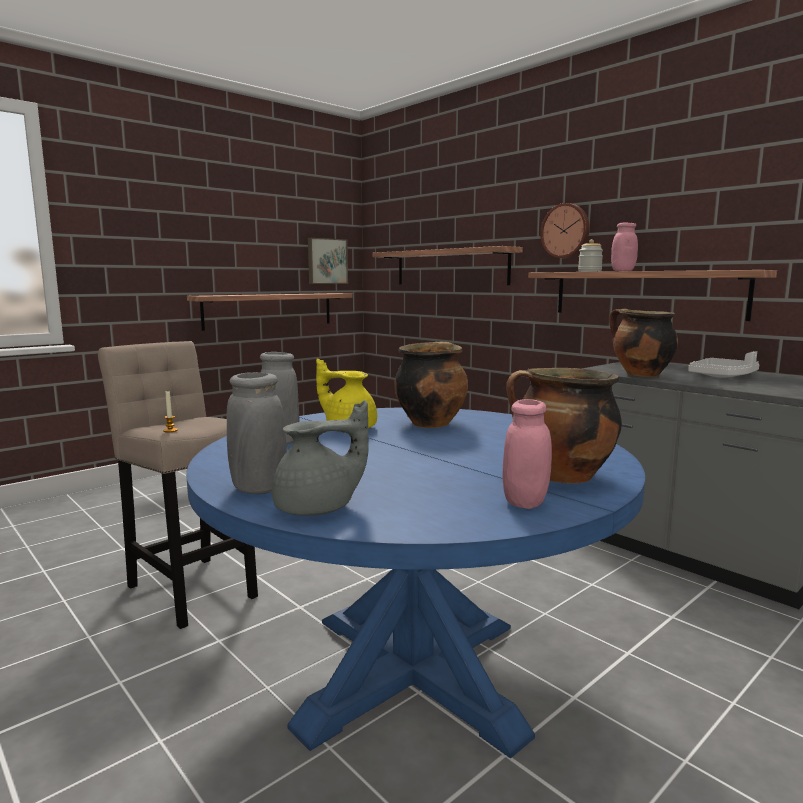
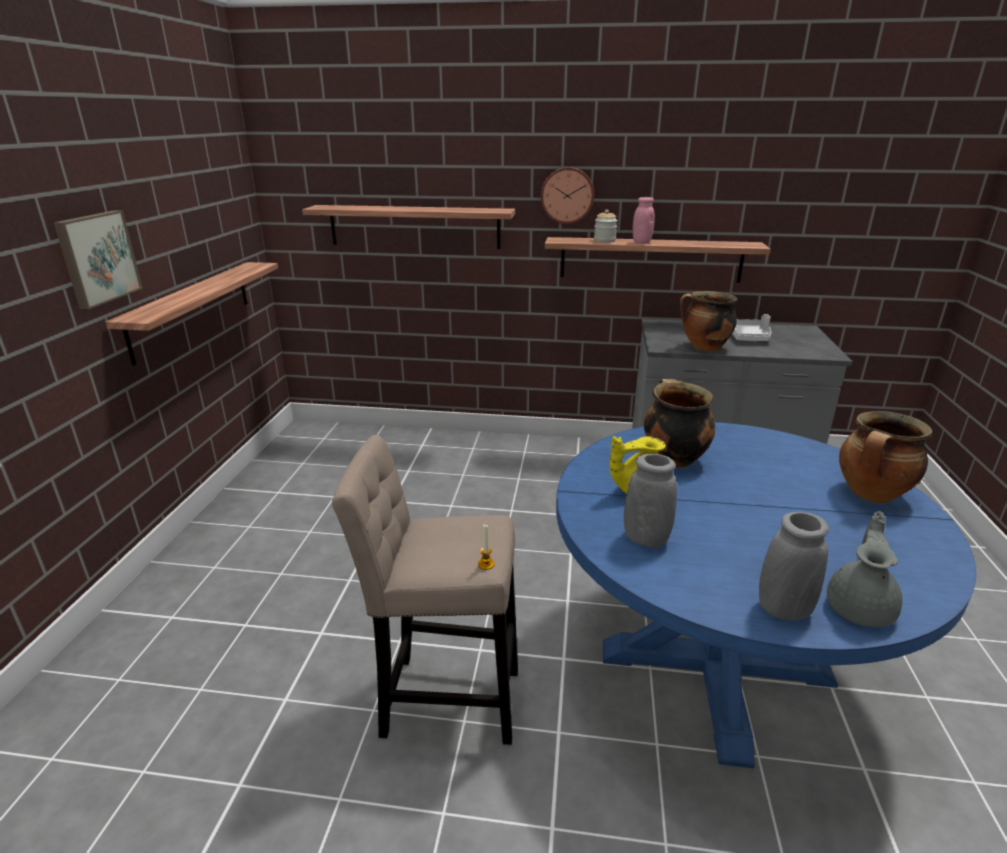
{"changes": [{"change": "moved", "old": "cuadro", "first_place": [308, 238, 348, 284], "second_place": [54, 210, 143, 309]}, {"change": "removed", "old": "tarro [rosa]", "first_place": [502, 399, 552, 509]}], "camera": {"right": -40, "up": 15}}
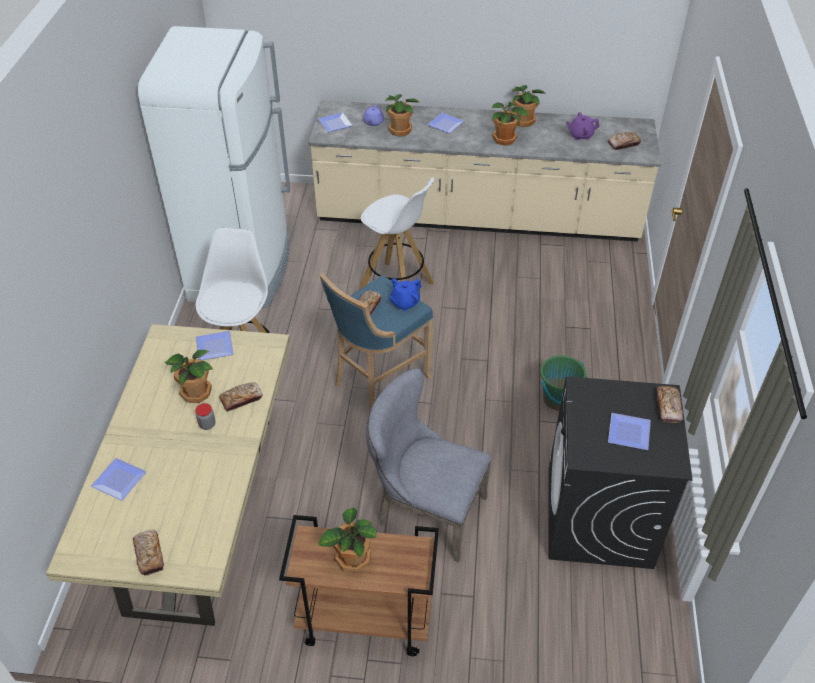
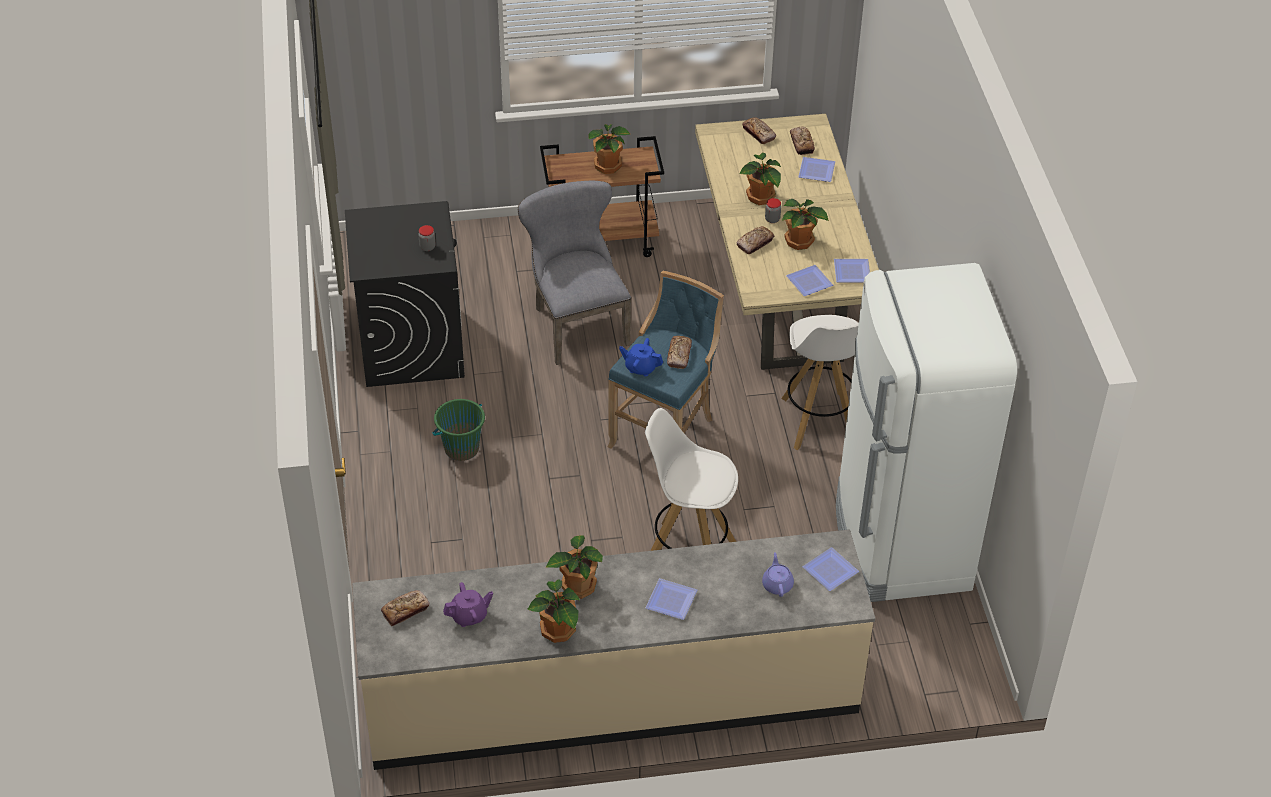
{"changes": [{"change": "moved", "old": "planta en maceta", "first_place": [386, 94, 420, 137], "second_place": [740, 153, 781, 205]}, {"change": "turned", "old": "tetera [azul]", "first_place": [389, 278, 421, 311], "second_place": [619, 338, 663, 376], "degrees": -105}, {"change": "turned", "old": "silla [gris]", "first_place": [366, 368, 492, 562], "second_place": [518, 181, 631, 365], "degrees": -120}, {"change": "moved", "old": "pan", "first_place": [656, 386, 683, 423], "second_place": [790, 127, 815, 155]}, {"change": "moved", "old": "plato", "first_place": [608, 413, 651, 450], "second_place": [834, 259, 870, 282]}, {"change": "added", "new": "tarro", "second_place": [418, 225, 435, 251]}], "camera": {"right": 165, "up": 0}}
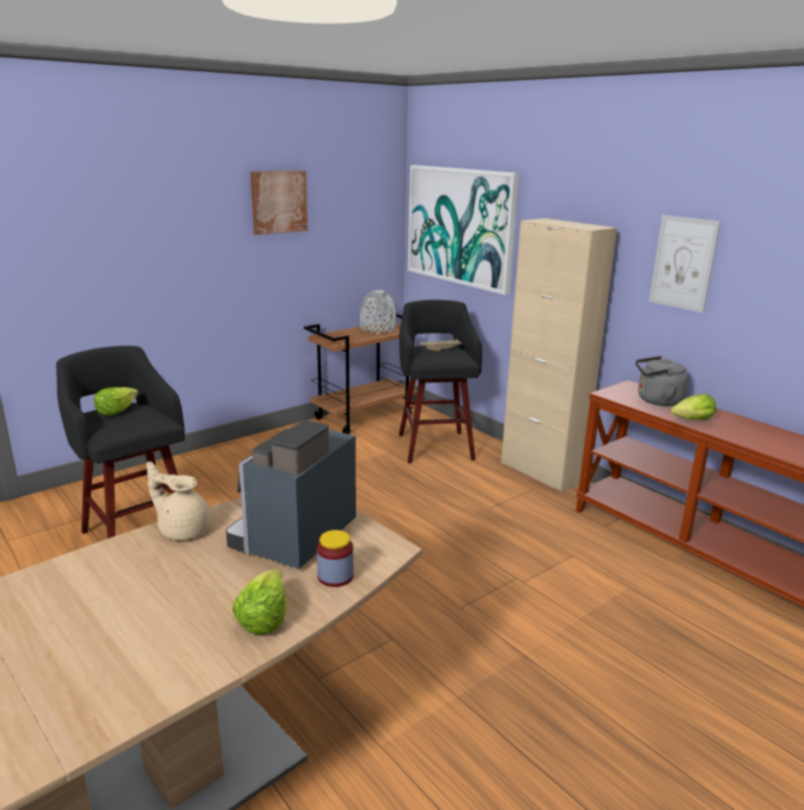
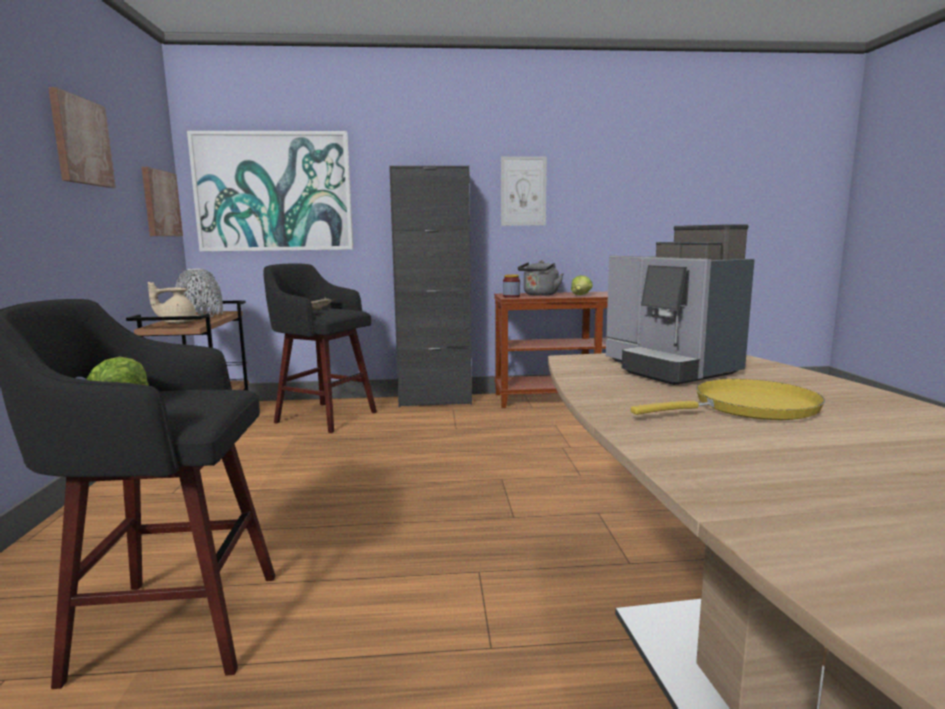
{"changes": [{"change": "recoloured", "old": "armario [beis]", "new": "armario [negro]", "first_place": [501, 218, 617, 493], "second_place": [389, 166, 472, 407]}, {"change": "moved", "old": "tetera [beis]", "first_place": [146, 461, 211, 540], "second_place": [148, 282, 196, 324]}, {"change": "moved", "old": "tarro", "first_place": [317, 530, 353, 587], "second_place": [503, 274, 520, 298]}, {"change": "removed", "old": "lechuga", "first_place": [232, 569, 286, 635]}, {"change": "added", "new": "cuadro", "second_place": [142, 167, 183, 236]}, {"change": "added", "new": "sartén [amarillo]", "second_place": [630, 379, 825, 420]}], "camera": {"right": -55, "up": -10}}
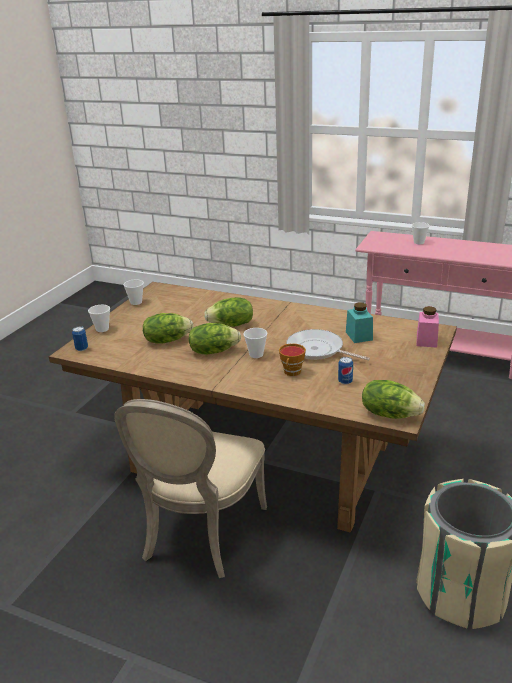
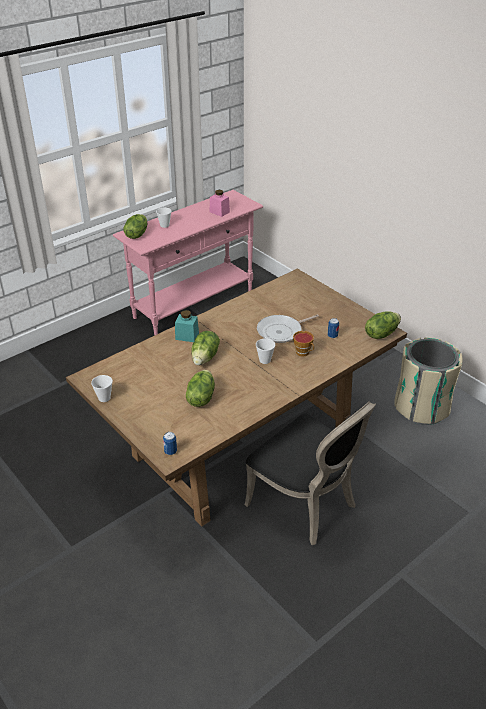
{"changes": [{"change": "moved", "old": "tarro [turquesa]", "first_place": [346, 302, 373, 343], "second_place": [175, 310, 199, 342]}, {"change": "removed", "old": "taza", "first_place": [88, 305, 110, 332]}, {"change": "moved", "old": "tarro [rosa]", "first_place": [417, 306, 439, 348], "second_place": [210, 190, 230, 217]}, {"change": "moved", "old": "lechuga", "first_place": [189, 323, 241, 355], "second_place": [123, 214, 147, 239]}, {"change": "recoloured", "old": "silla [beis]", "new": "silla [negro]", "first_place": [114, 399, 267, 578], "second_place": [245, 401, 376, 545]}], "camera": {"right": -65, "up": 10}}
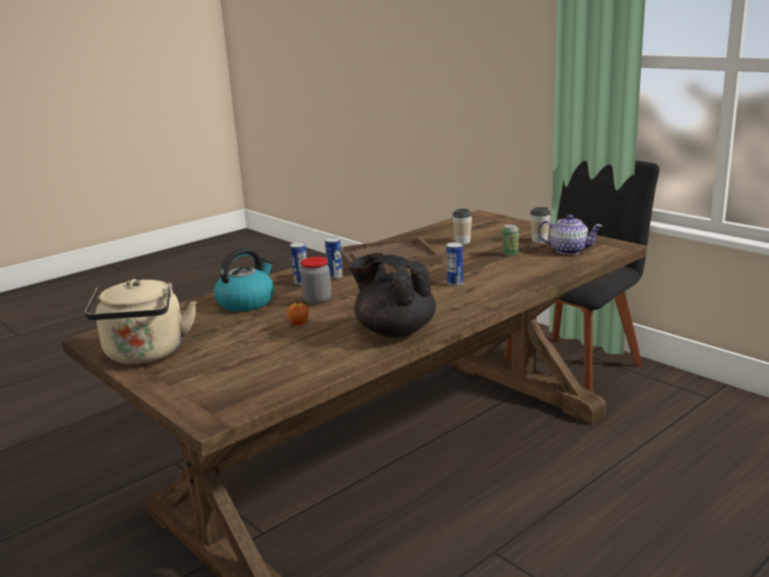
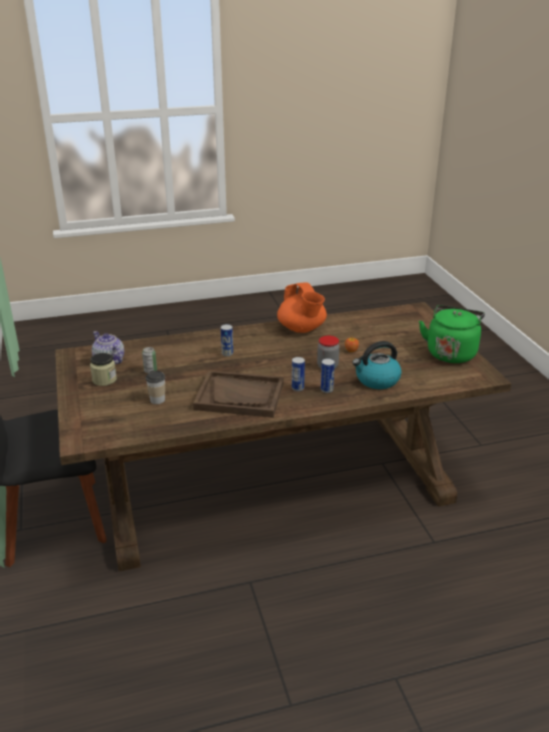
{"changes": [{"change": "replaced", "old": "taza", "new": "tarro", "first_place": [530, 207, 551, 243], "second_place": [90, 353, 117, 386]}, {"change": "recoloured", "old": "tetera [negro]", "new": "tetera [naranja]", "first_place": [349, 253, 436, 338], "second_place": [277, 282, 327, 333]}, {"change": "recoloured", "old": "hervidor [beis]", "new": "hervidor [verde]", "first_place": [85, 279, 197, 364], "second_place": [419, 305, 485, 363]}], "camera": {"right": -155, "up": 10}}
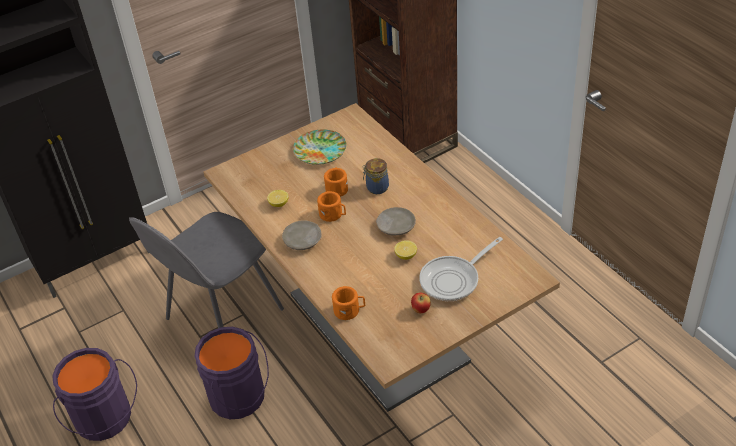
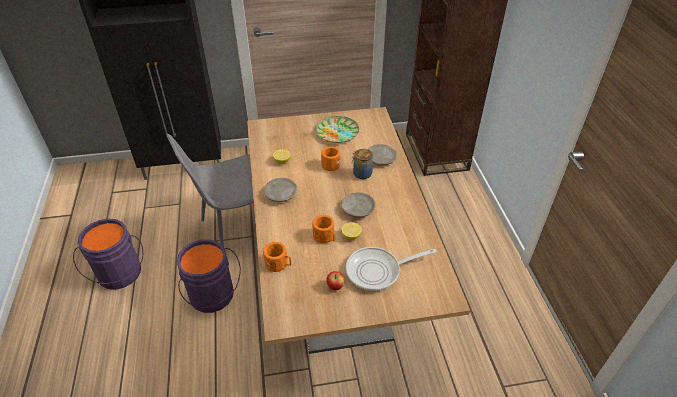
{"changes": [{"change": "moved", "old": "taza grande [naranja]", "first_place": [317, 191, 346, 222], "second_place": [312, 215, 335, 243]}, {"change": "added", "new": "plato [beis]", "second_place": [368, 144, 397, 166]}], "camera": {"right": 20, "up": 0}}
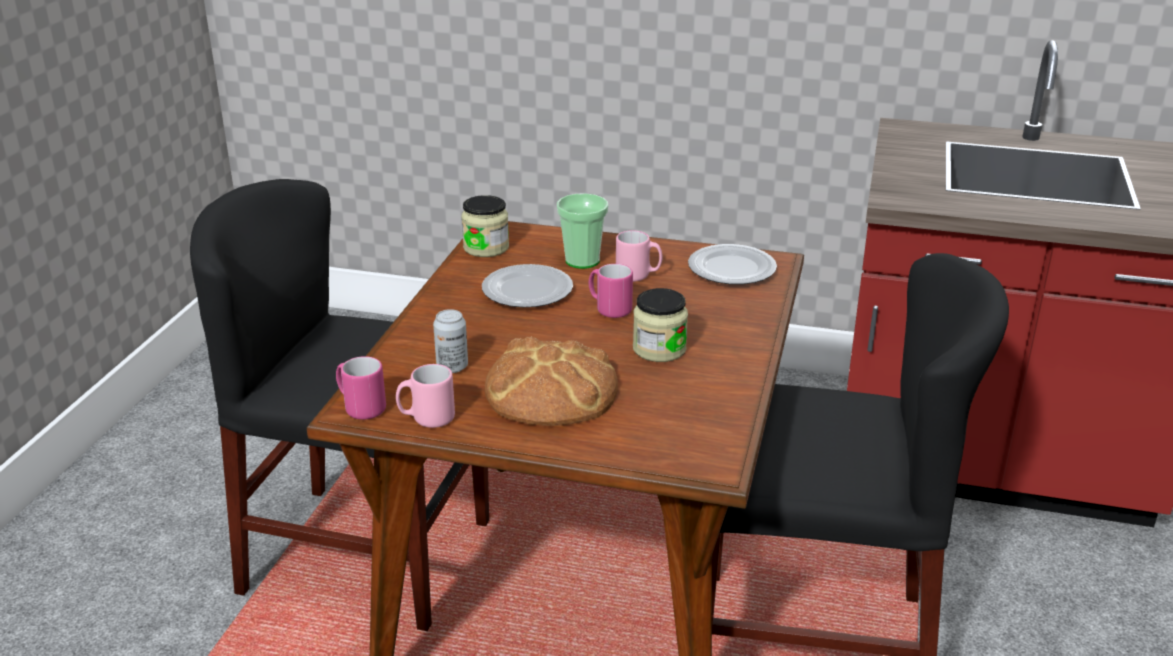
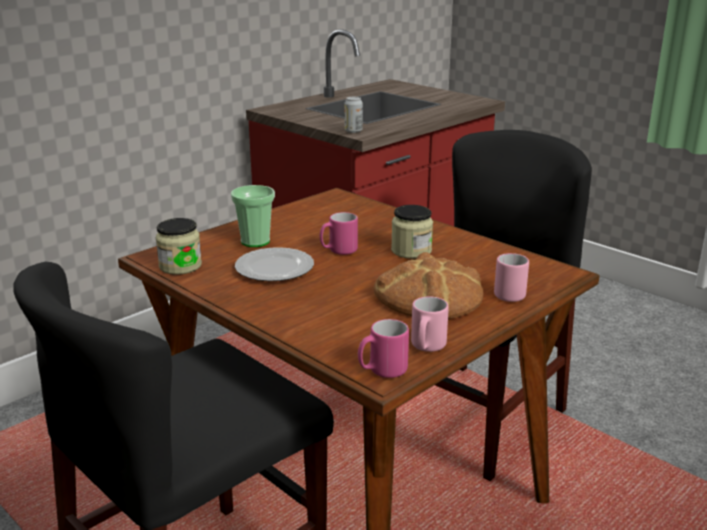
{"changes": [{"change": "moved", "old": "taza grande [rosa]", "first_place": [616, 230, 663, 282], "second_place": [494, 253, 529, 302]}, {"change": "removed", "old": "plato", "first_place": [688, 244, 777, 285]}, {"change": "moved", "old": "lata", "first_place": [433, 309, 468, 373], "second_place": [345, 97, 363, 133]}], "camera": {"right": -60, "up": -5}}
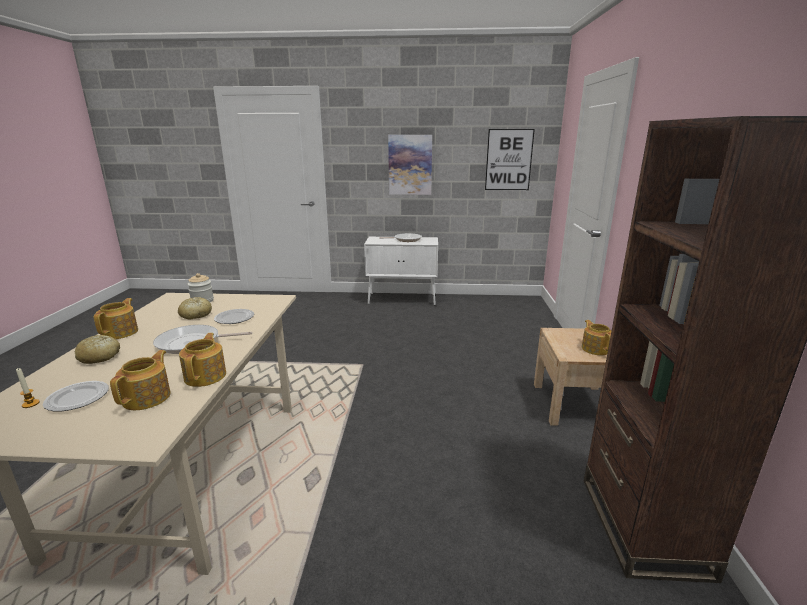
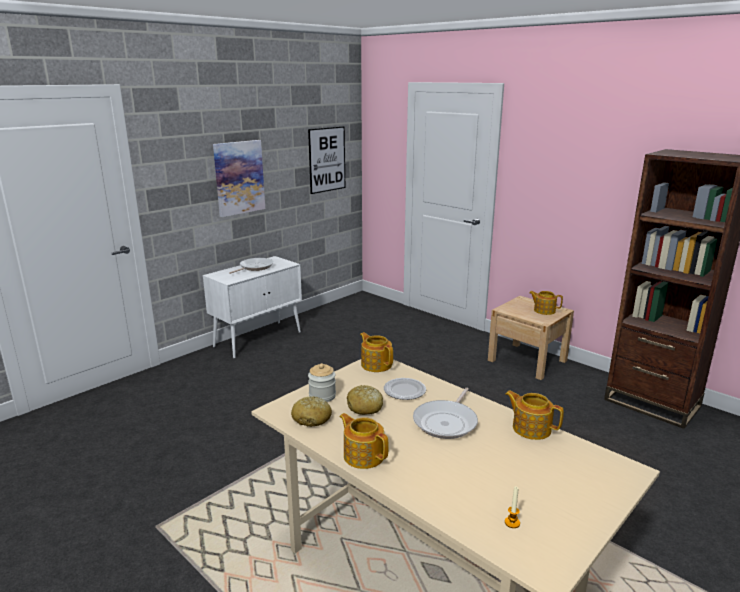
{"changes": [{"change": "moved", "old": "pan", "first_place": [75, 335, 120, 364], "second_place": [291, 396, 332, 427]}, {"change": "moved", "old": "tetera", "first_place": [110, 350, 171, 410], "second_place": [360, 332, 393, 372]}, {"change": "removed", "old": "plato", "first_place": [43, 381, 109, 412]}], "camera": {"right": -50, "up": 0}}
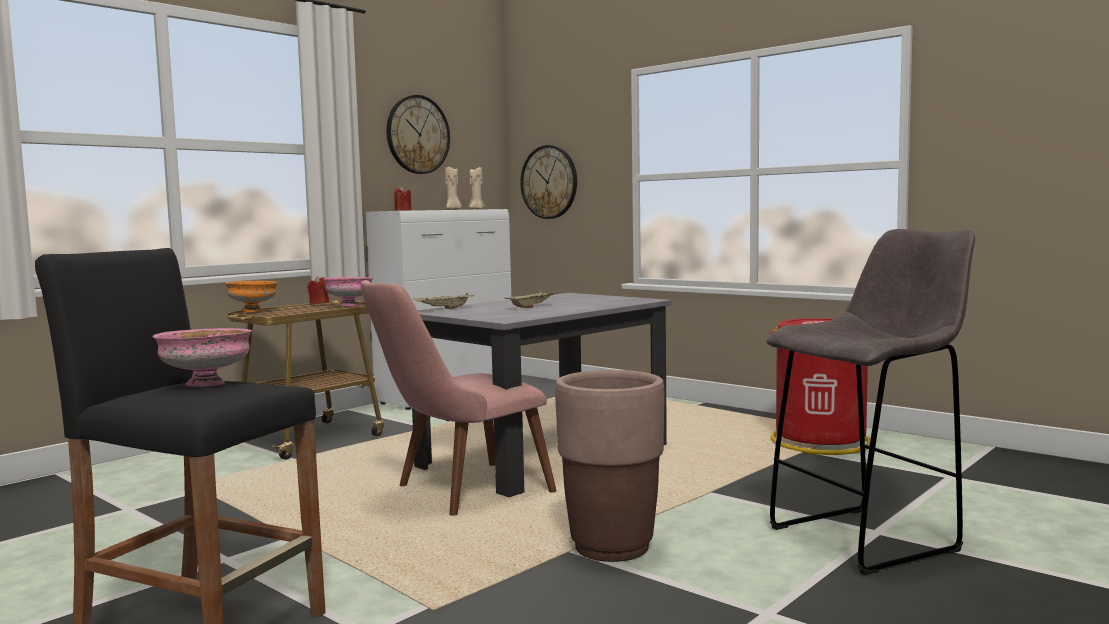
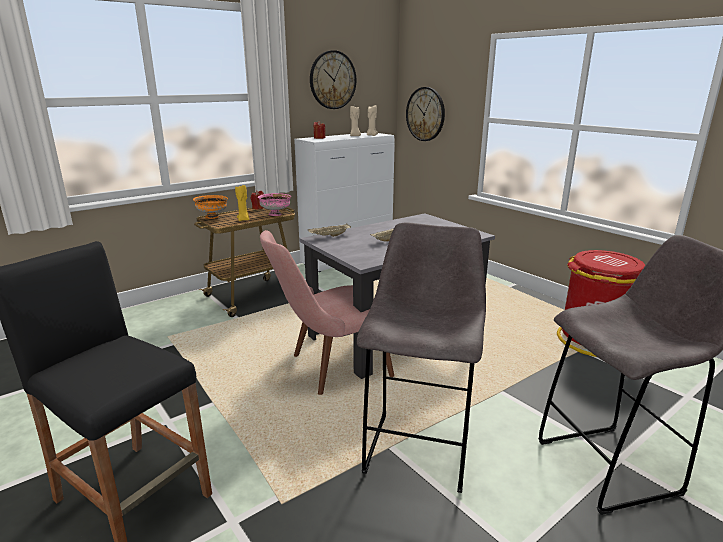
{"changes": [{"change": "removed", "old": "cuenco [rosa]", "first_place": [152, 328, 252, 387]}, {"change": "replaced", "old": "maceta [marrón]", "new": "taburete [gris]", "first_place": [555, 370, 665, 562], "second_place": [357, 222, 486, 493]}, {"change": "added", "new": "vela [amarillo]", "second_place": [235, 185, 249, 221]}], "camera": {"right": 10, "up": 15}}
